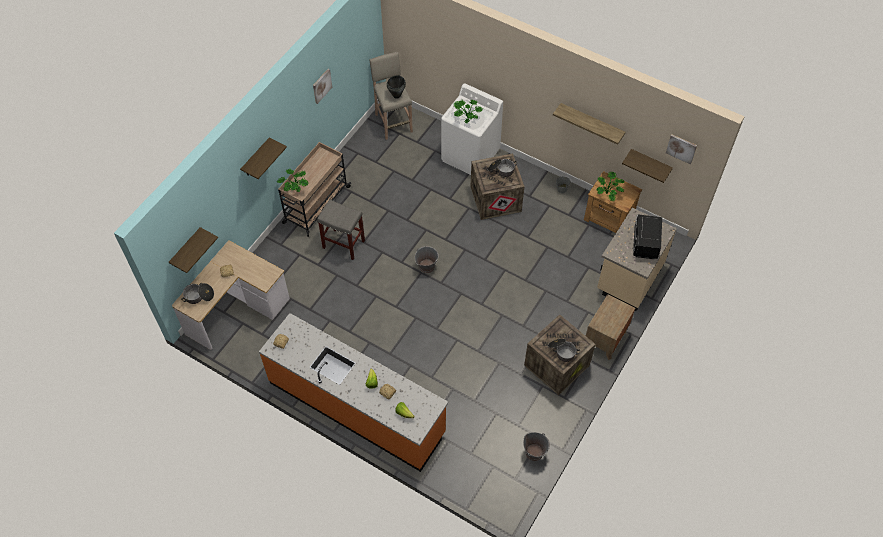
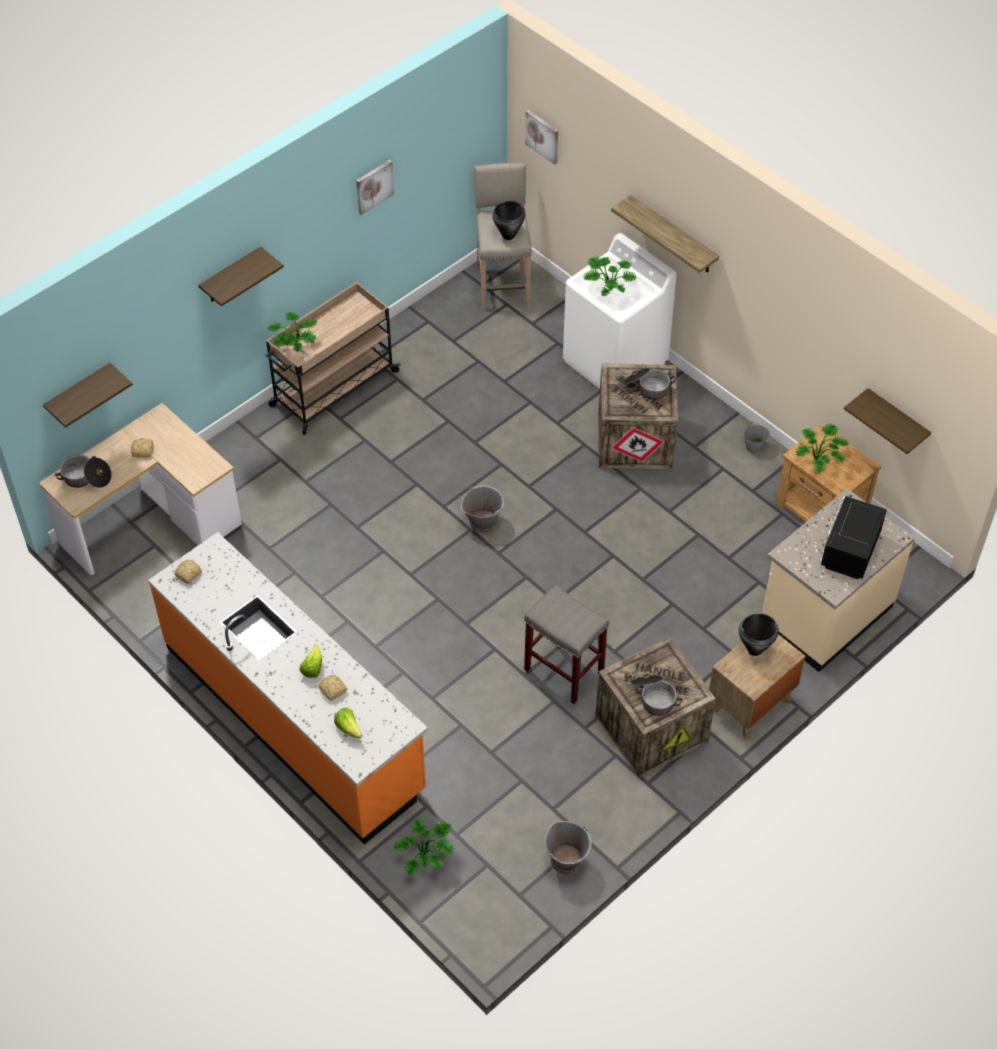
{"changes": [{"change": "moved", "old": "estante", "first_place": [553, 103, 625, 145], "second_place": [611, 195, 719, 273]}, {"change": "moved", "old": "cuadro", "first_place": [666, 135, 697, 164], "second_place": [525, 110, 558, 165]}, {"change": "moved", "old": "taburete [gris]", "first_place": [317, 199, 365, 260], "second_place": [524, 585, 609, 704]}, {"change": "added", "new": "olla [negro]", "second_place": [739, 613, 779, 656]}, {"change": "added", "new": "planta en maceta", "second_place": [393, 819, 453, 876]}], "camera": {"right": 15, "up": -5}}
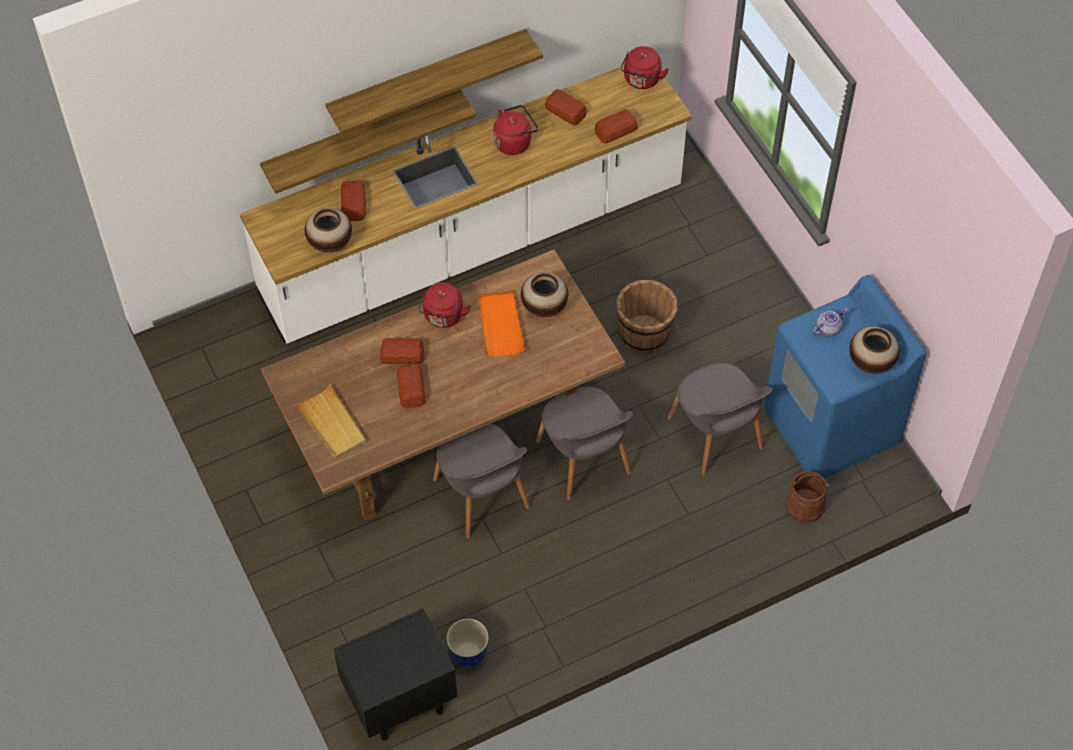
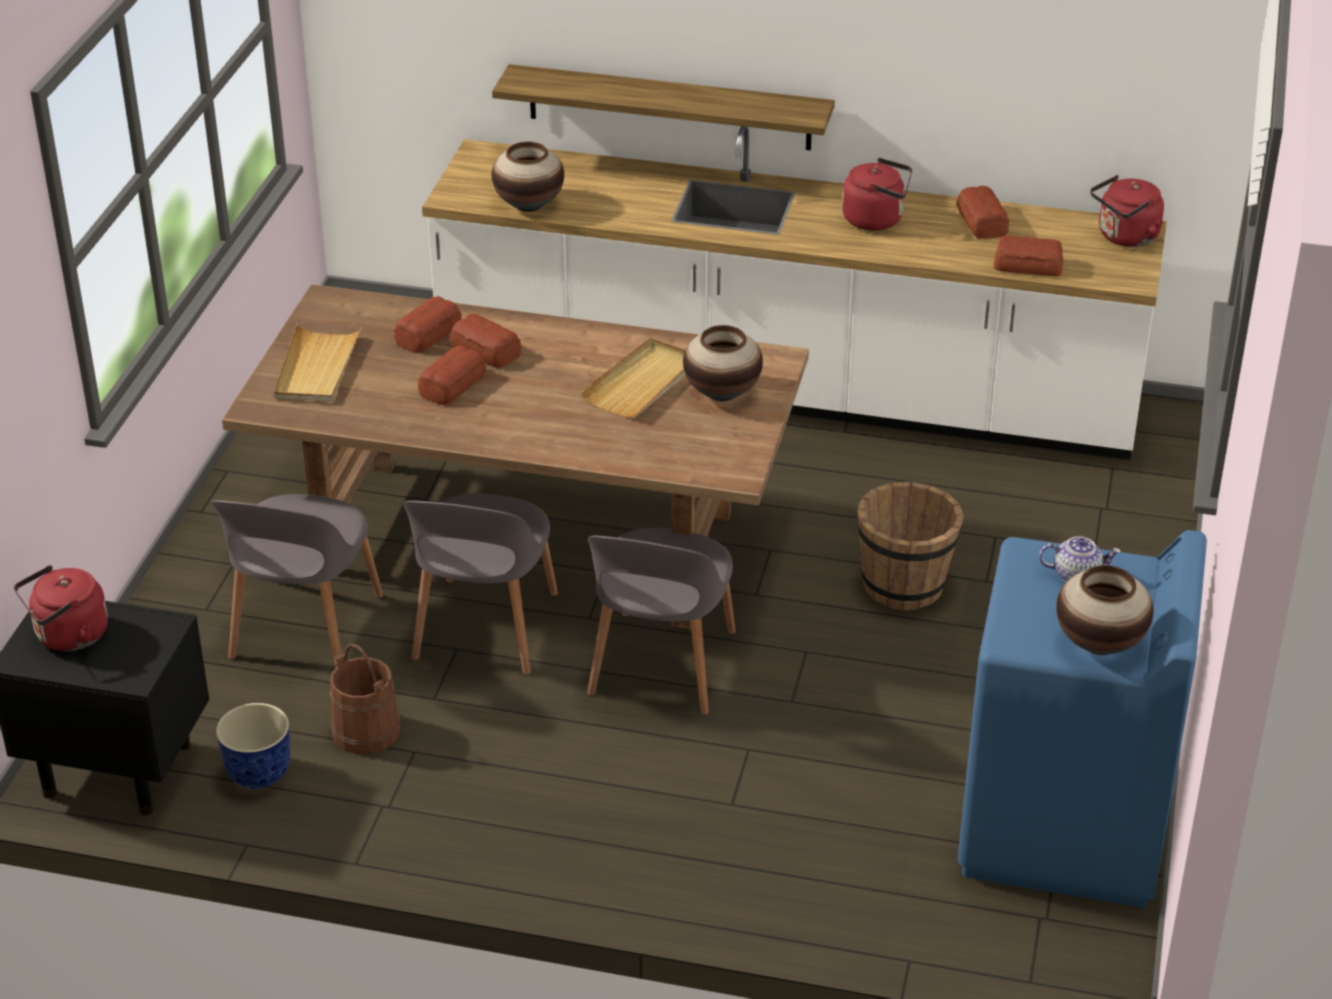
{"changes": [{"change": "removed", "old": "estante", "first_place": [326, 29, 543, 134]}, {"change": "moved", "old": "pan", "first_place": [341, 180, 366, 221], "second_place": [394, 296, 461, 353]}, {"change": "moved", "old": "hervidor [rojo]", "first_place": [418, 283, 471, 328], "second_place": [14, 565, 108, 651]}, {"change": "recoloured", "old": "bandeja [naranja]", "new": "bandeja [beis]", "first_place": [479, 291, 526, 357], "second_place": [581, 338, 685, 418]}, {"change": "moved", "old": "silla [gris]", "first_place": [667, 363, 773, 476], "second_place": [211, 494, 383, 667]}, {"change": "moved", "old": "cubo [marrón]", "first_place": [786, 471, 831, 523], "second_place": [330, 643, 400, 754]}], "camera": {"right": 40, "up": -20}}
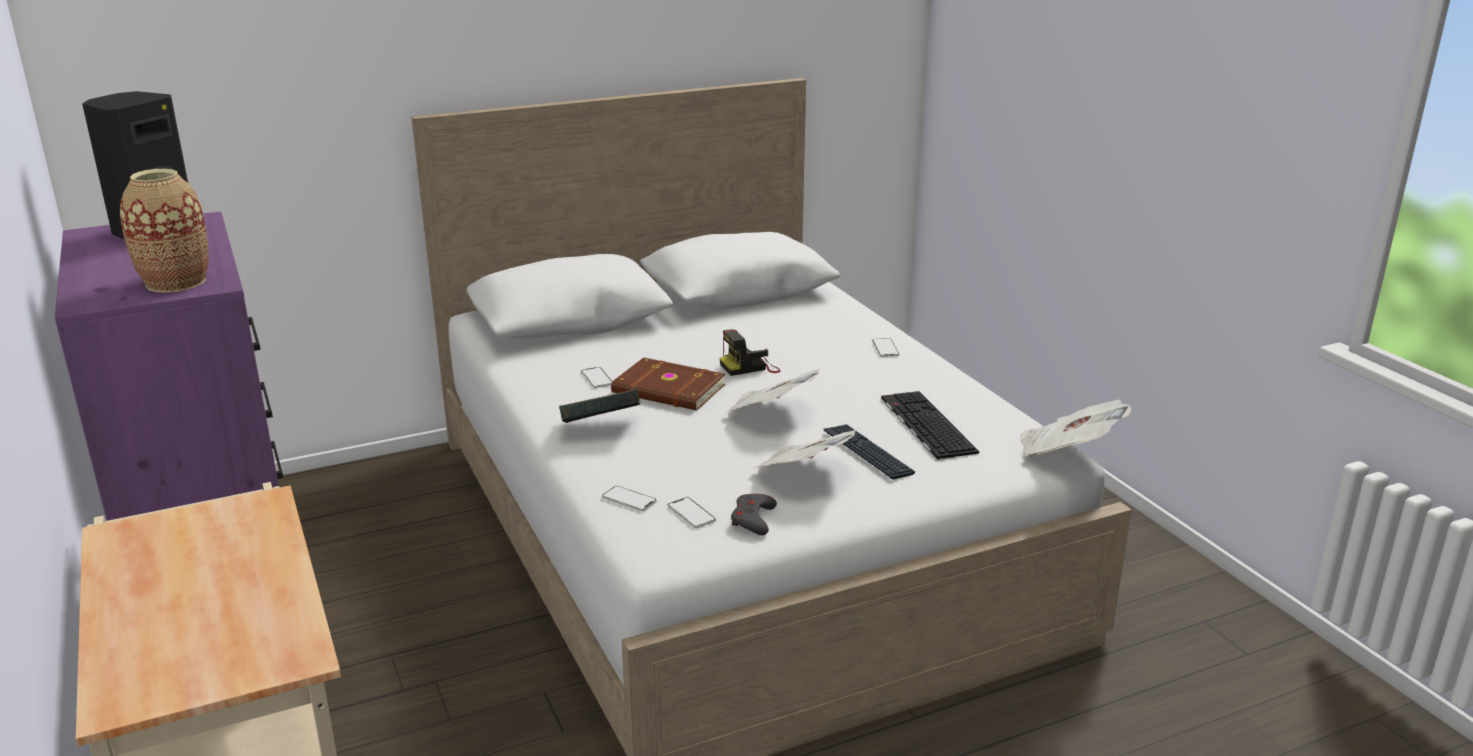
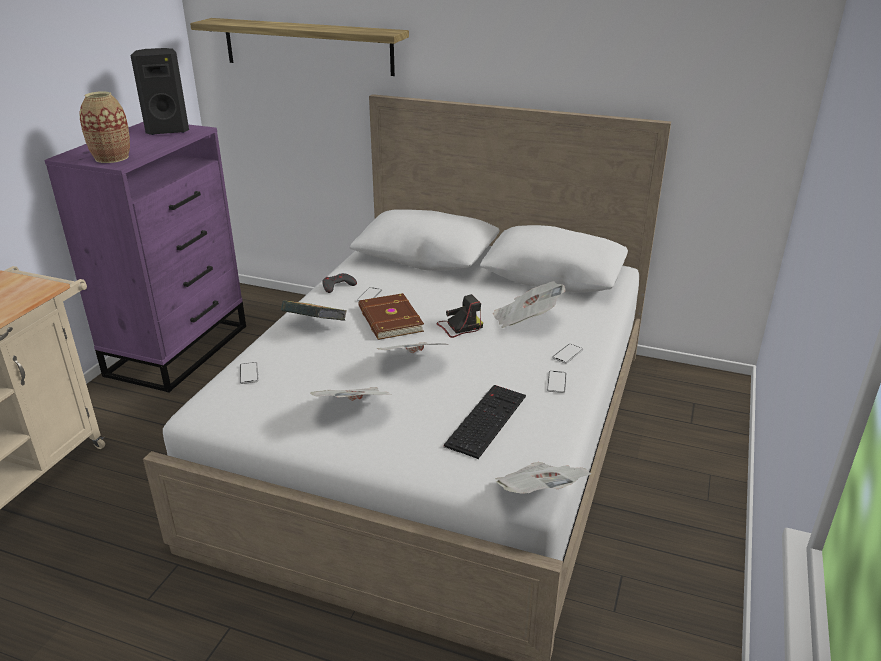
{"changes": [{"change": "turned", "old": "cámara", "first_place": [720, 329, 781, 376], "second_place": [437, 294, 483, 338], "degrees": 135}, {"change": "removed", "old": "teclado", "first_place": [824, 424, 915, 480]}, {"change": "moved", "old": "mando de consola [gris]", "first_place": [731, 494, 777, 535], "second_place": [322, 273, 357, 293]}, {"change": "moved", "old": "móvil", "first_place": [667, 497, 716, 528], "second_place": [547, 371, 567, 393]}, {"change": "added", "new": "estante", "second_place": [190, 18, 409, 76]}, {"change": "added", "new": "periódico", "second_place": [493, 281, 565, 328]}], "camera": {"right": 45, "up": 5}}
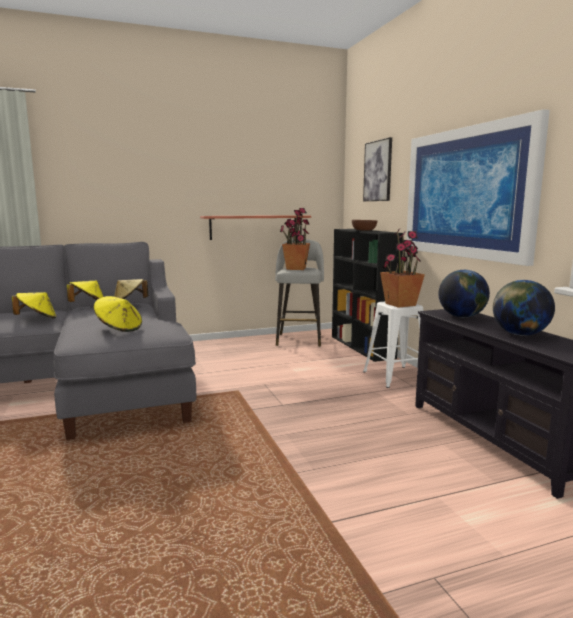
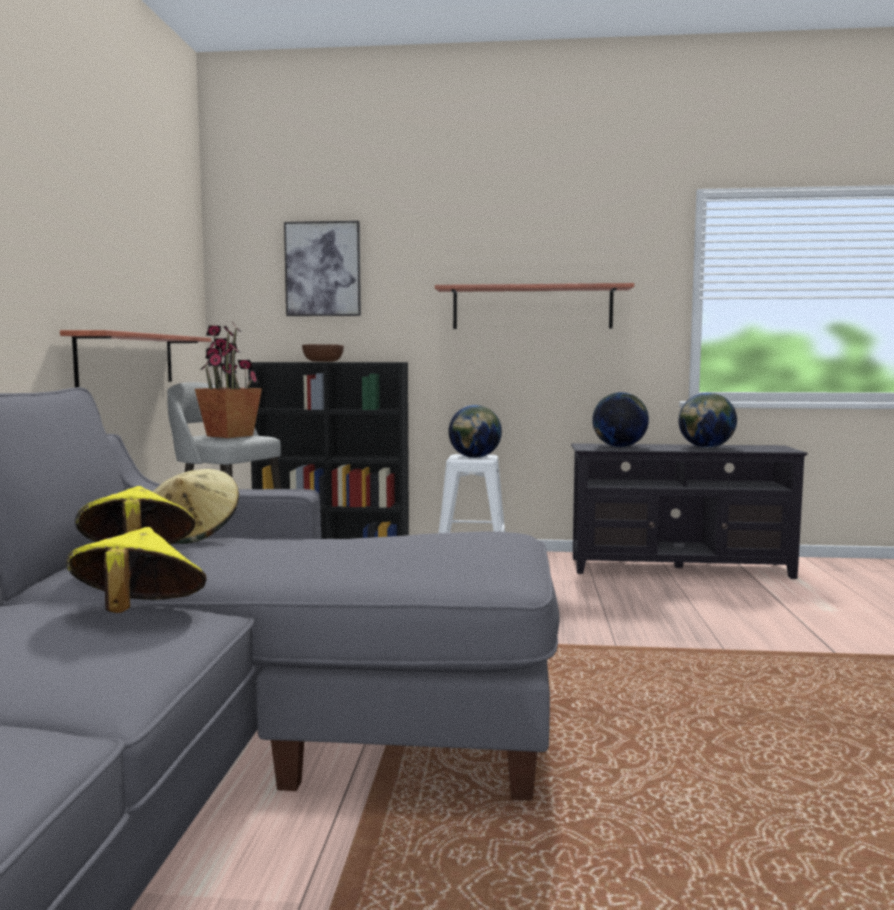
{"changes": [{"change": "replaced", "old": "cuadro", "new": "estante", "first_place": [406, 109, 550, 266], "second_place": [435, 283, 634, 329]}, {"change": "replaced", "old": "planta en maceta", "new": "globo terráqueo", "first_place": [380, 229, 425, 308], "second_place": [448, 405, 502, 458]}, {"change": "removed", "old": "sombrero [amarillo]", "first_place": [94, 296, 142, 332]}], "camera": {"right": -65, "up": -5}}
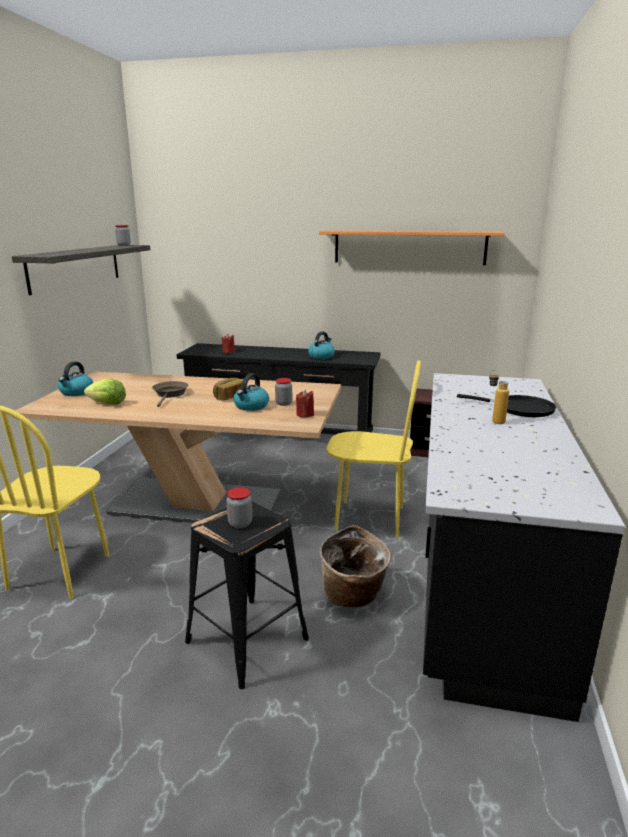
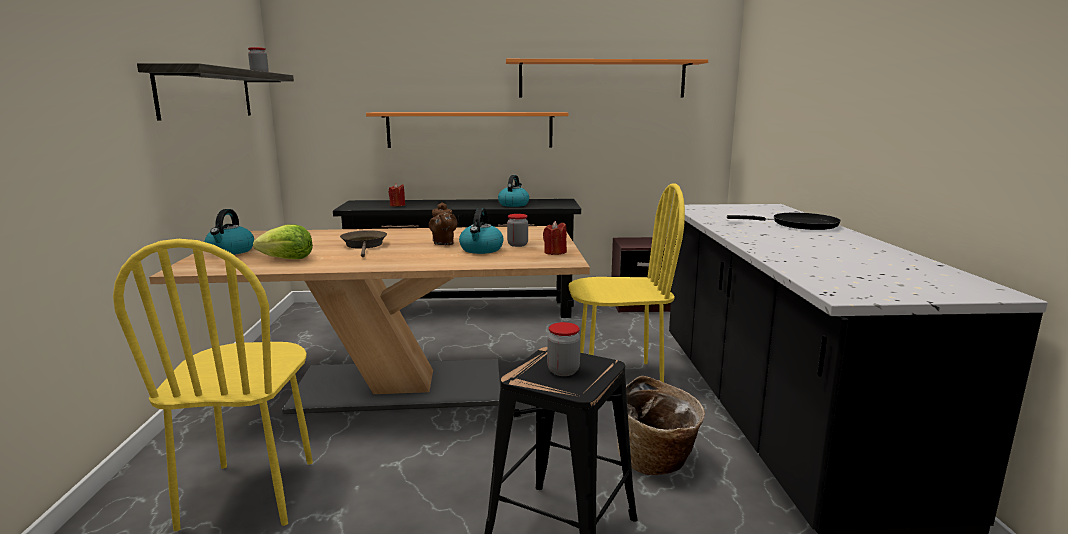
{"changes": [{"change": "removed", "old": "botella", "first_place": [489, 370, 509, 424]}, {"change": "replaced", "old": "pan", "new": "tetera [marrón]", "first_place": [213, 378, 243, 401], "second_place": [429, 202, 457, 245]}, {"change": "added", "new": "estante [naranja]", "second_place": [366, 112, 568, 148]}], "camera": {"right": -15, "up": -5}}
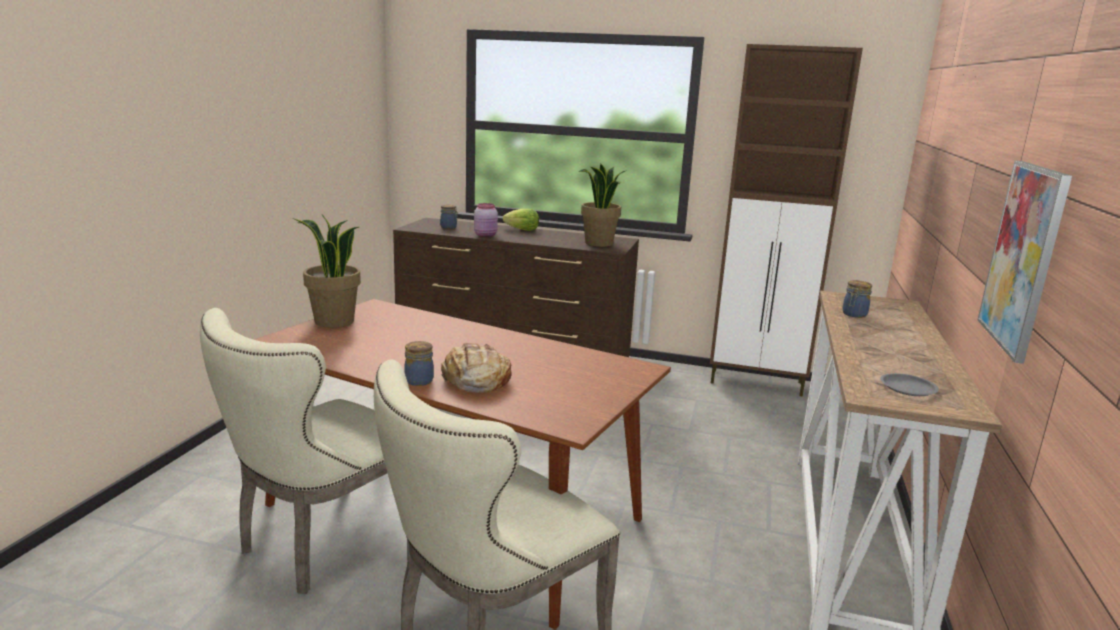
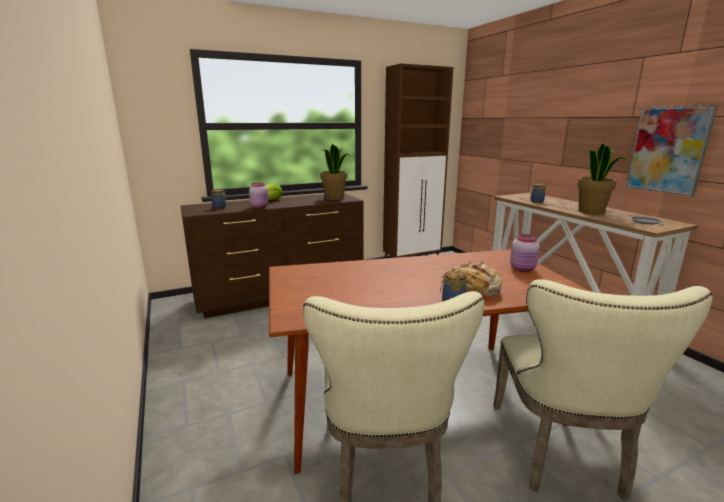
{"changes": [{"change": "moved", "old": "planta en maceta", "first_place": [292, 215, 361, 328], "second_place": [577, 143, 627, 214]}, {"change": "added", "new": "tarro [rosa]", "second_place": [510, 234, 540, 272]}], "camera": {"right": -40, "up": 0}}
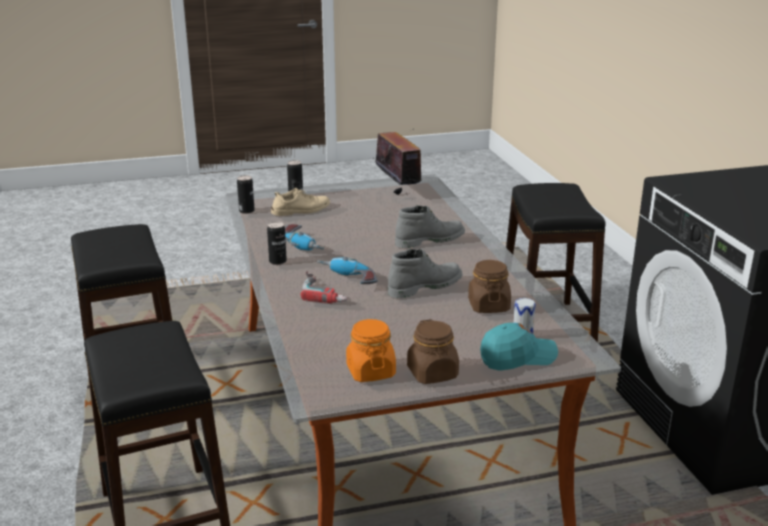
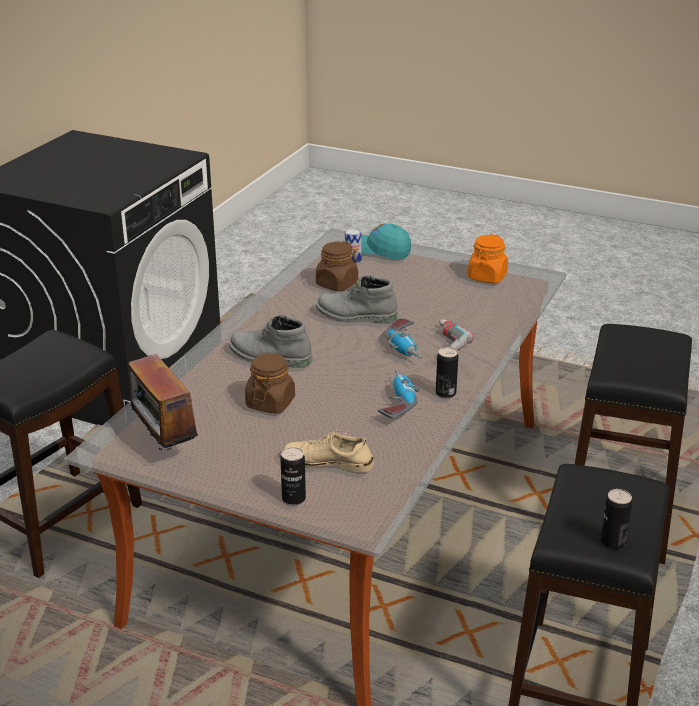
{"changes": [{"change": "turned", "old": "radio", "first_place": [373, 129, 421, 195], "second_place": [129, 349, 198, 450], "degrees": -45}, {"change": "moved", "old": "lata", "first_place": [237, 175, 255, 214], "second_place": [600, 489, 632, 549]}, {"change": "moved", "old": "tarro [marrón]", "first_place": [407, 319, 459, 384], "second_place": [245, 353, 295, 414]}], "camera": {"right": -140, "up": 5}}
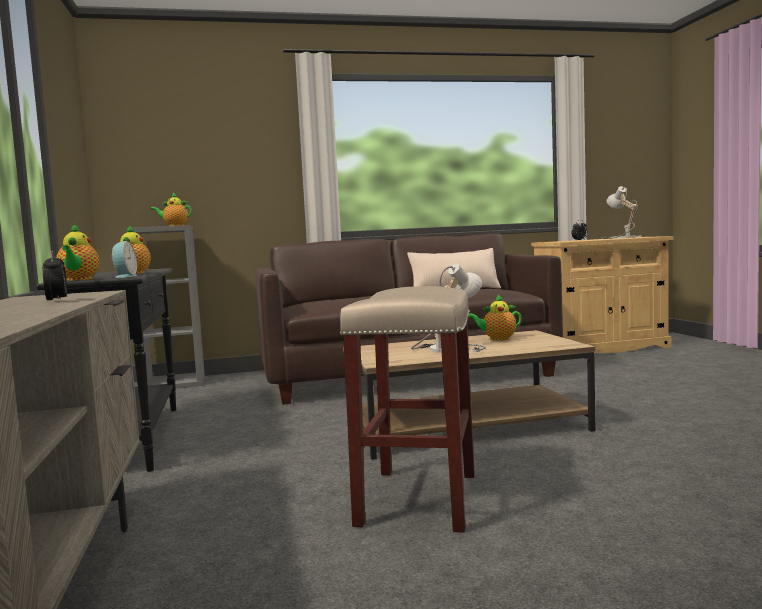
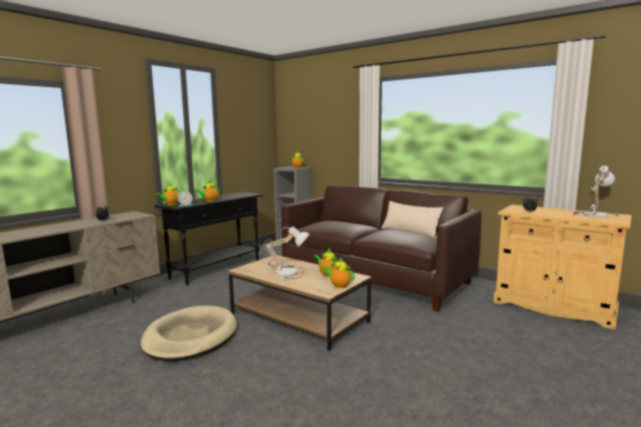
{"changes": [{"change": "replaced", "old": "taburete [beis]", "new": "cama para perro [beis]", "first_place": [340, 286, 475, 533], "second_place": [141, 306, 237, 361]}, {"change": "added", "new": "tetera", "second_place": [321, 257, 355, 289]}], "camera": {"right": 50, "up": 5}}
